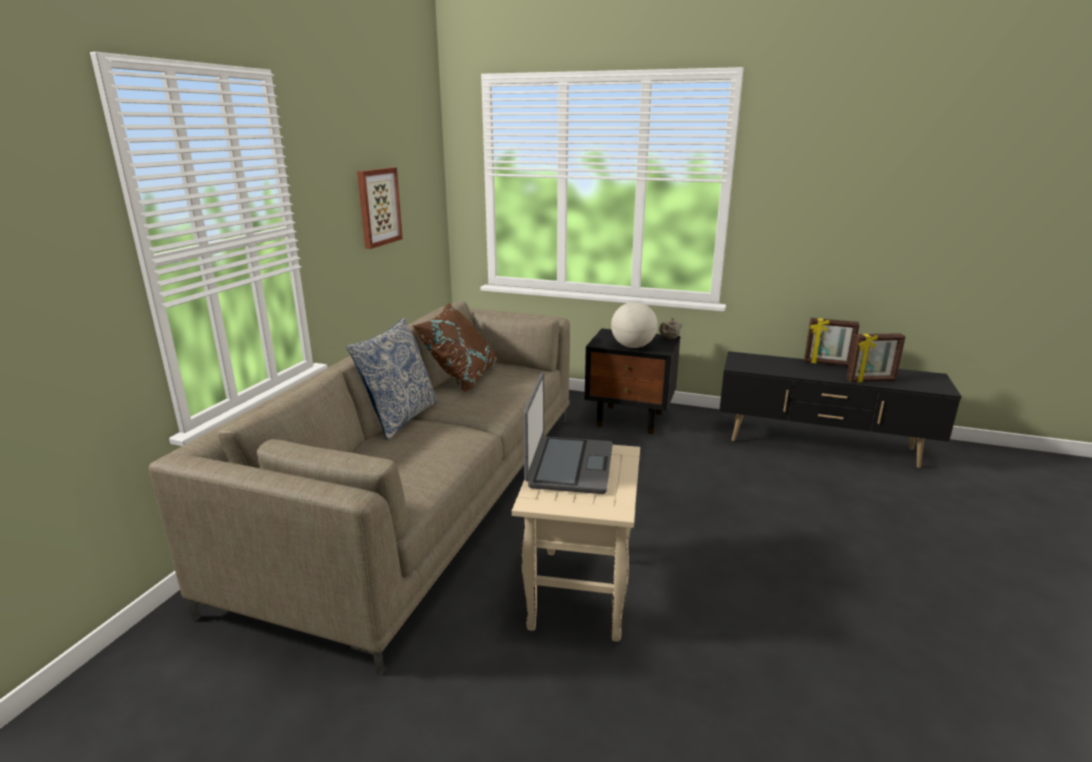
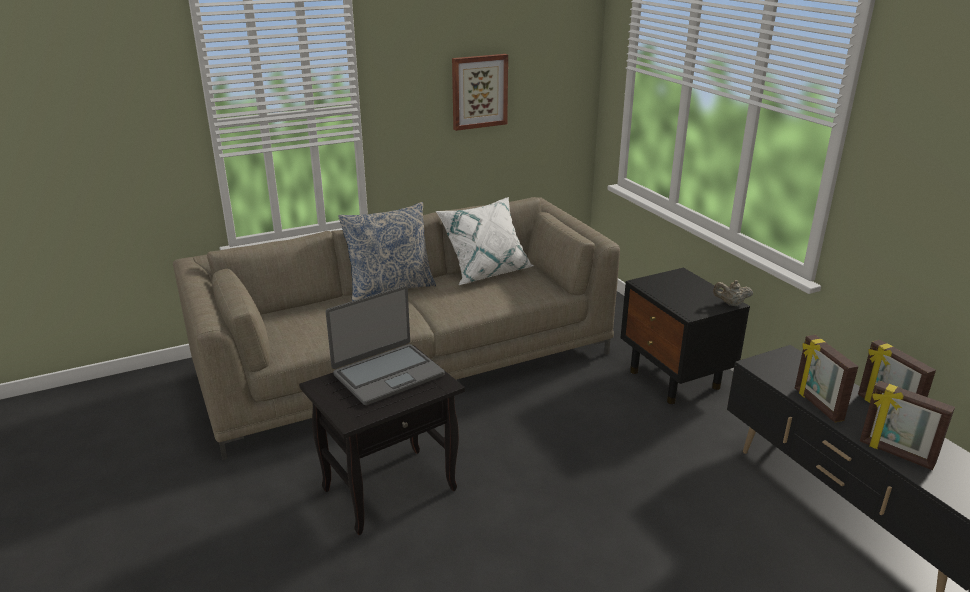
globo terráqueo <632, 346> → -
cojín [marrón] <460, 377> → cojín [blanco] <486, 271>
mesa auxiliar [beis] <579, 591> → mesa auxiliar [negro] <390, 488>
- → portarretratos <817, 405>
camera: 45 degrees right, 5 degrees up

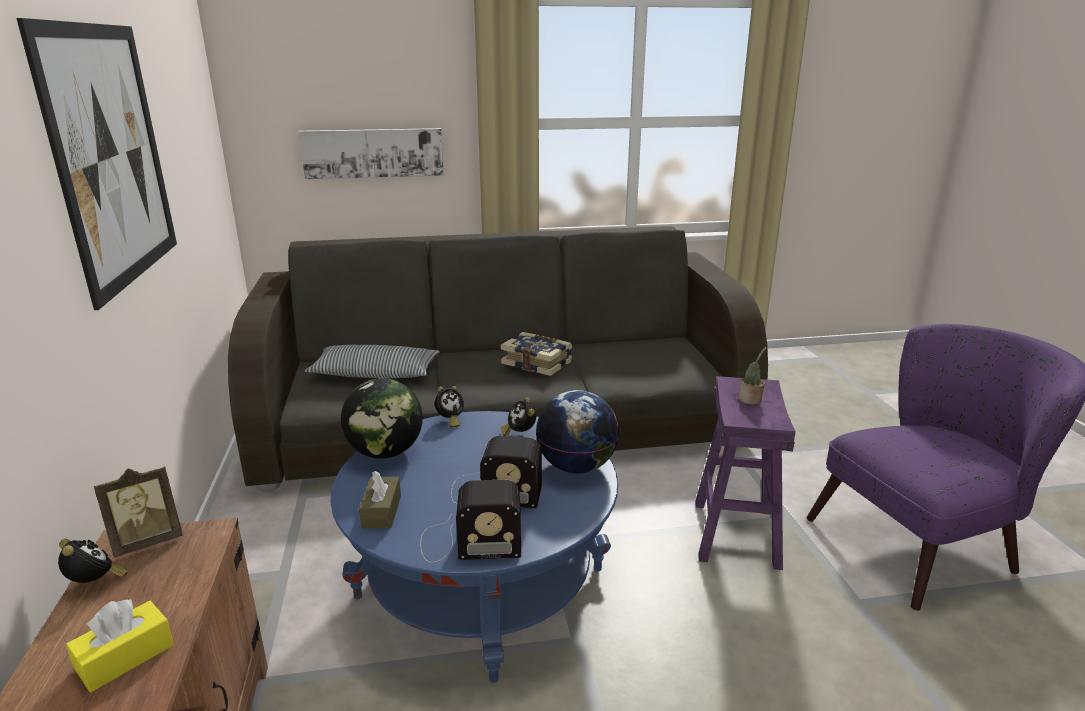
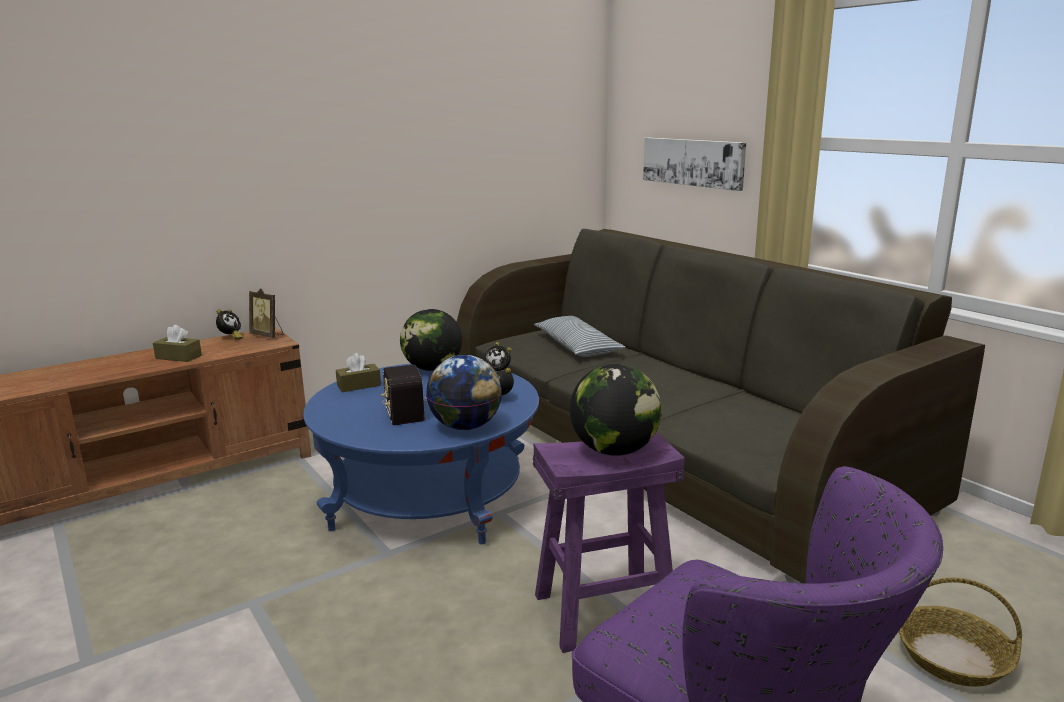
cuadro <112, 156> → -
libro <537, 363> → -
planta en maceta <751, 400> → globo terráqueo <614, 450>
radio <467, 543> → -
caja de pañuelos [amarillo] <125, 657> → caja de pañuelos [marrón] <178, 357>
- → cesta <951, 658>
camera: 65 degrees right, 5 degrees down

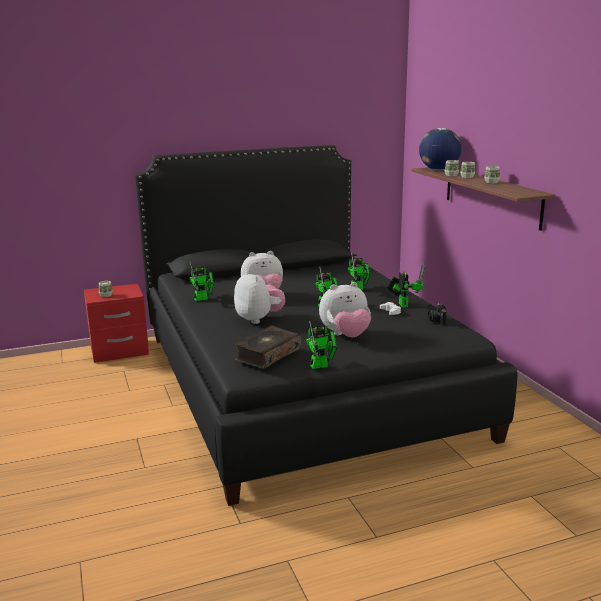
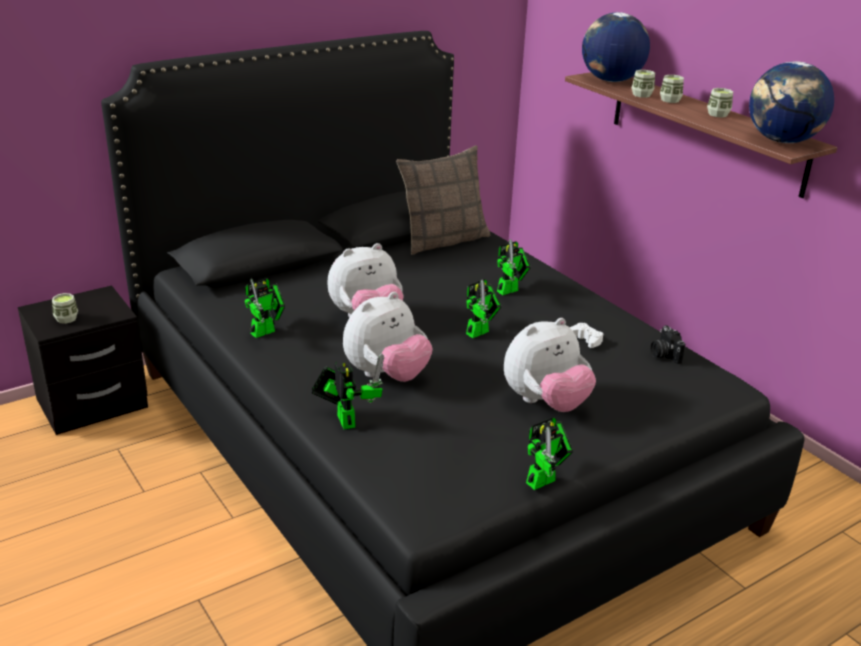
robot de juguete <402, 304> → robot de juguete <345, 418>, shifted
peluche <259, 319> → peluche <386, 375>, 90 degrees clockwise
mesita de noche [rojo] <119, 351> → mesita de noche [negro] <93, 405>
libro <267, 355> → -
- → globo terráqueo <782, 141>
- → cojín <443, 240>
camera: 15 degrees left, 10 degrees up

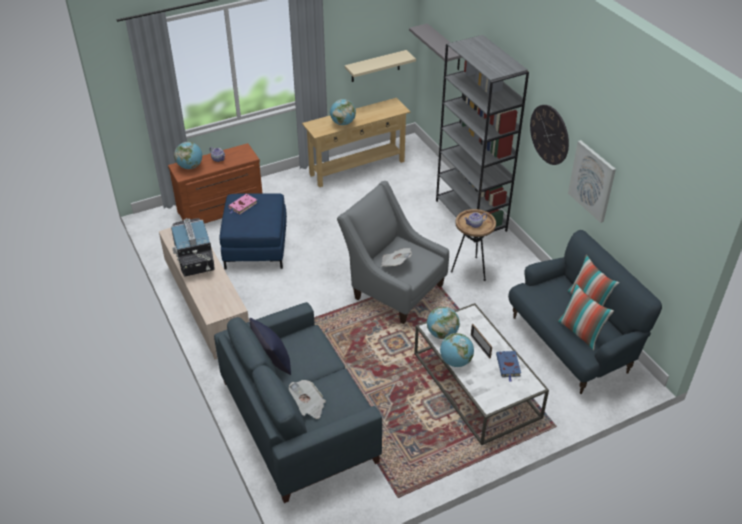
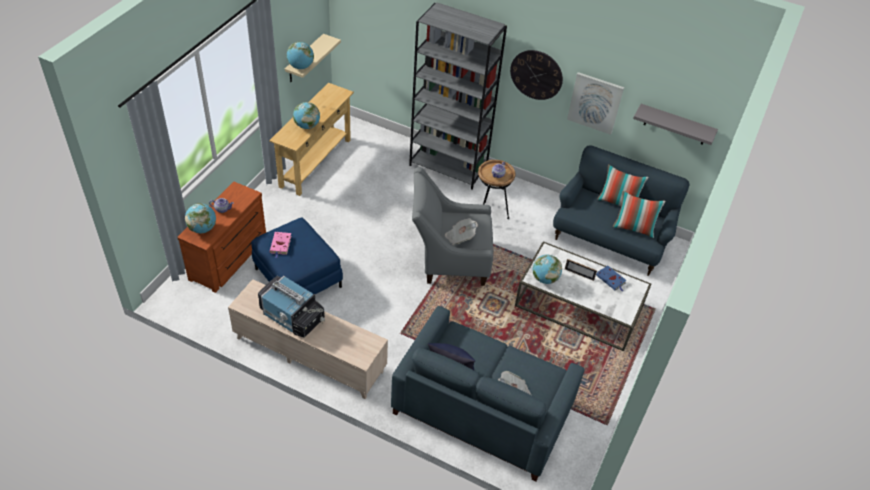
estante [gris] <445, 48> → estante [gris] <675, 125>, shifted
globo terráqueo <455, 361> → globo terráqueo <301, 67>, shifted
camera: 40 degrees left, 5 degrees up

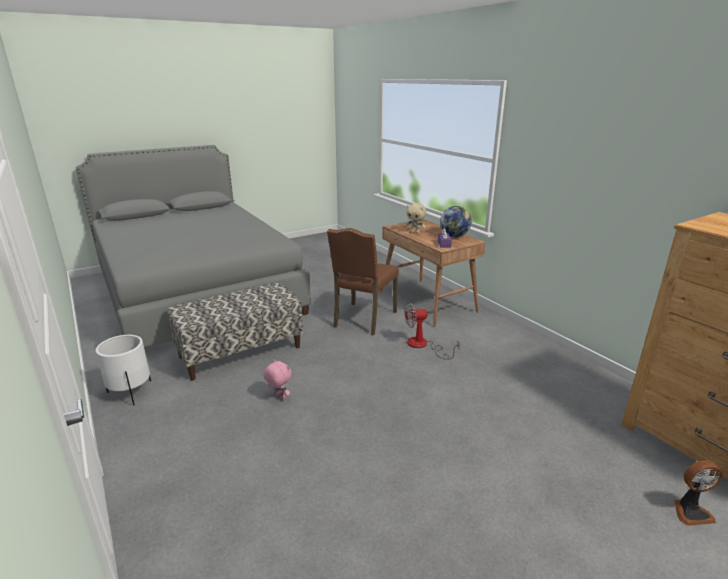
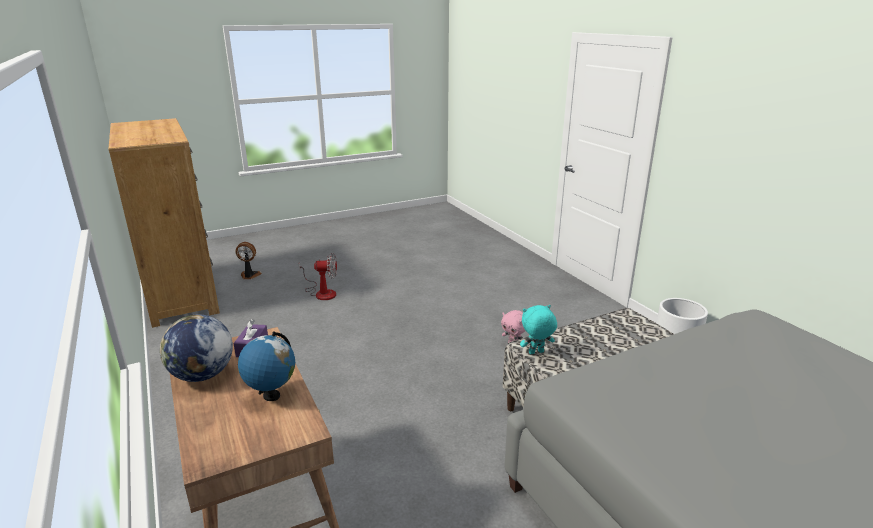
peluche [beis] <415, 232> → globo terráqueo <271, 396>
silla [marrón] <363, 319> → -
ventilador <423, 345> → ventilador <321, 292>, shifted
- → peluche [turquesa] <536, 353>
camera: 175 degrees left, 0 degrees up

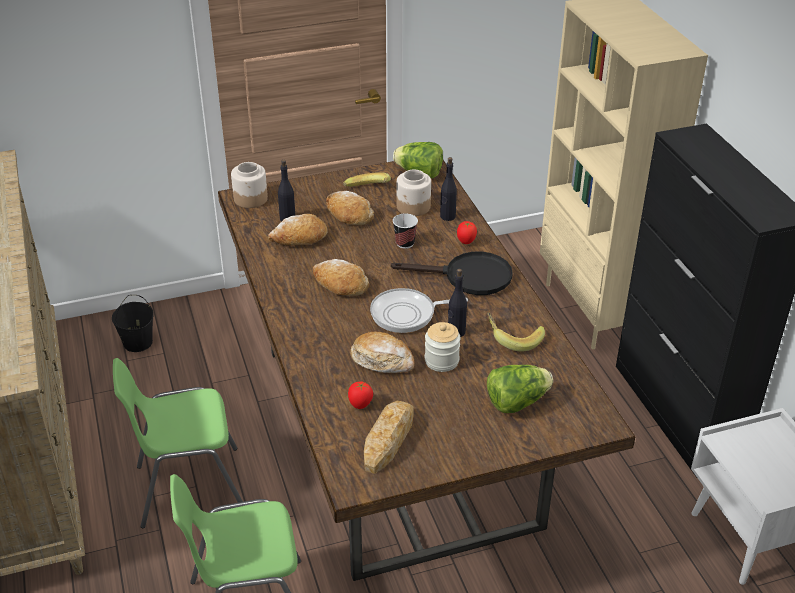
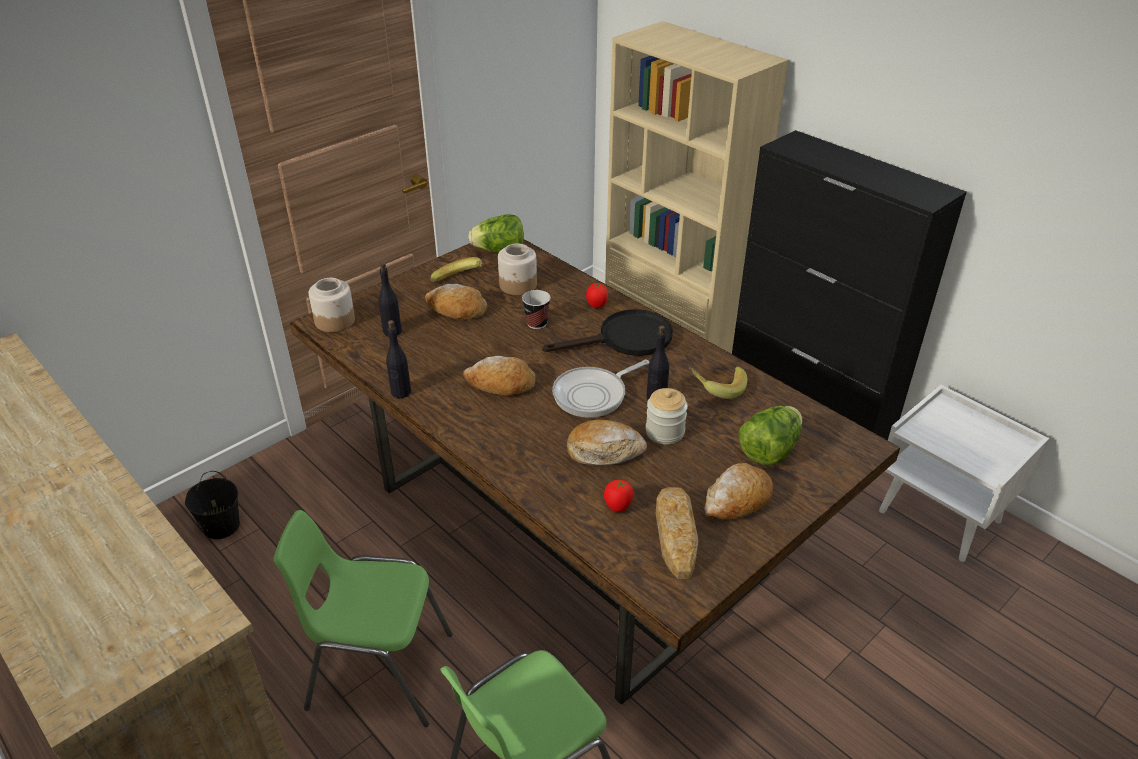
botella [negro] <447, 216> → botella [negro] <401, 392>, shifted
pan <299, 238> → pan <736, 501>, shifted
silla [verde] <189, 487> → silla [verde] <379, 671>, 45 degrees clockwise
camera: 25 degrees left, 0 degrees up

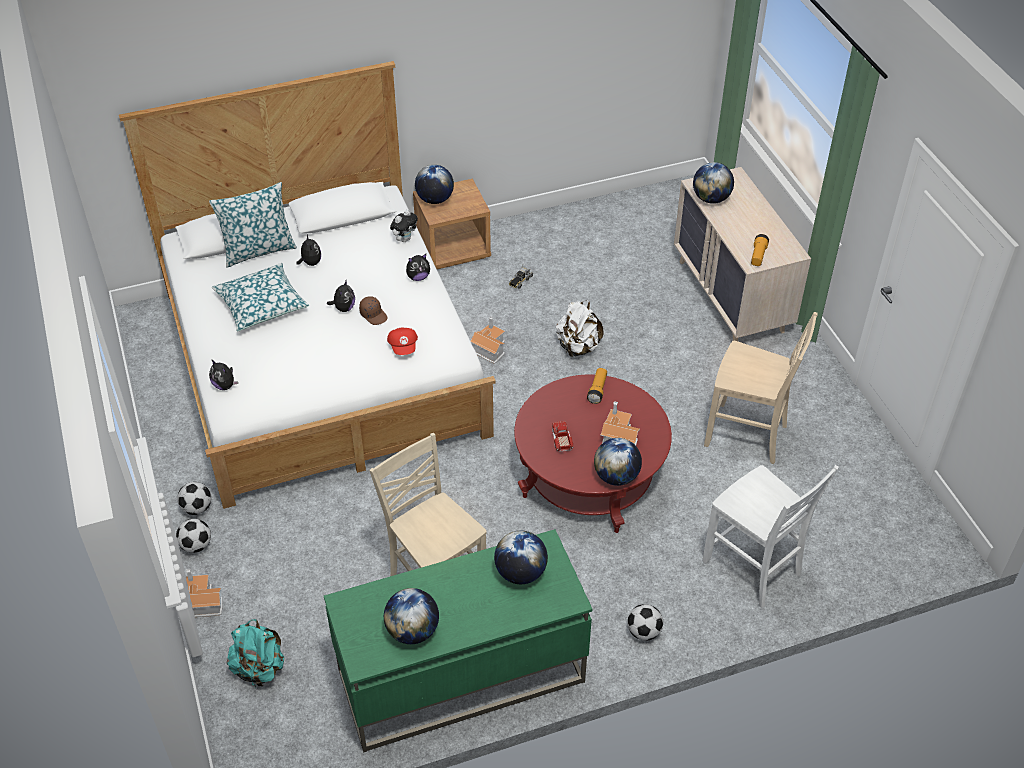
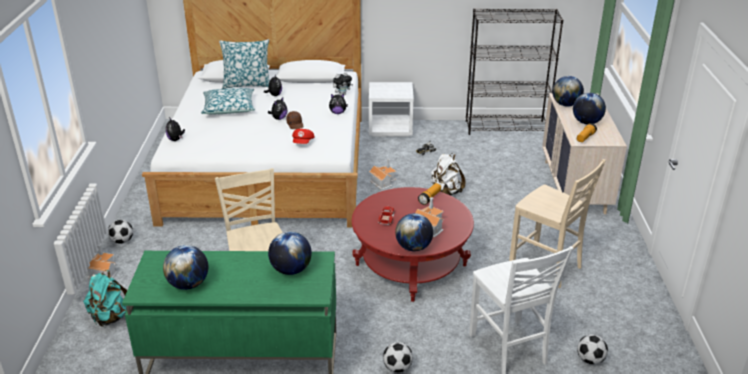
globo terráqueo <435, 199> → globo terráqueo <586, 122>, shifted
mesita de noche [marrón] <453, 249> → mesita de noche [blanco] <390, 129>
balón de fútbol <197, 508> → balón de fútbol <590, 360>, shifted
- → estantería [negro] <506, 127>
camera: 20 degrees right, 15 degrees down

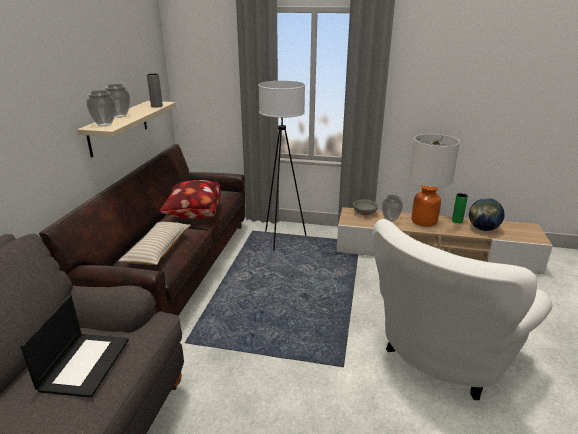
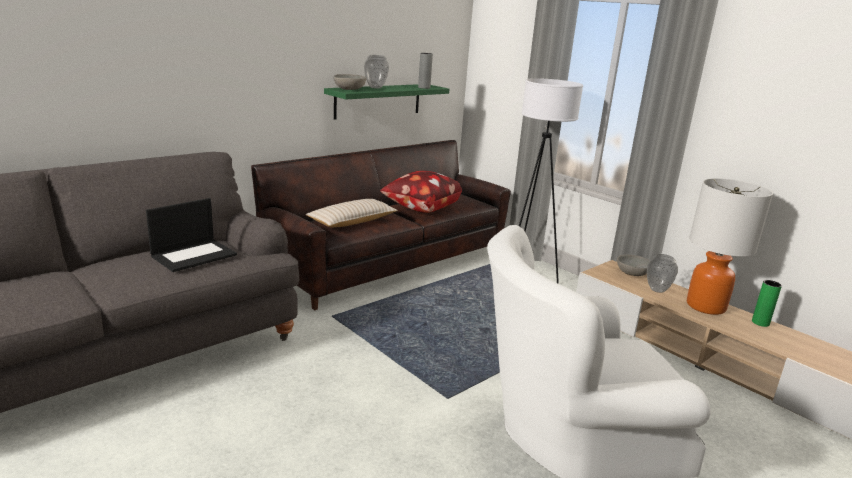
florero <104, 125> → cuenco [gris] <349, 89>
estante [beis] <118, 127> → estante [verde] <378, 101>
globo terráqueo <482, 229> → -
camera: 35 degrees right, 5 degrees down

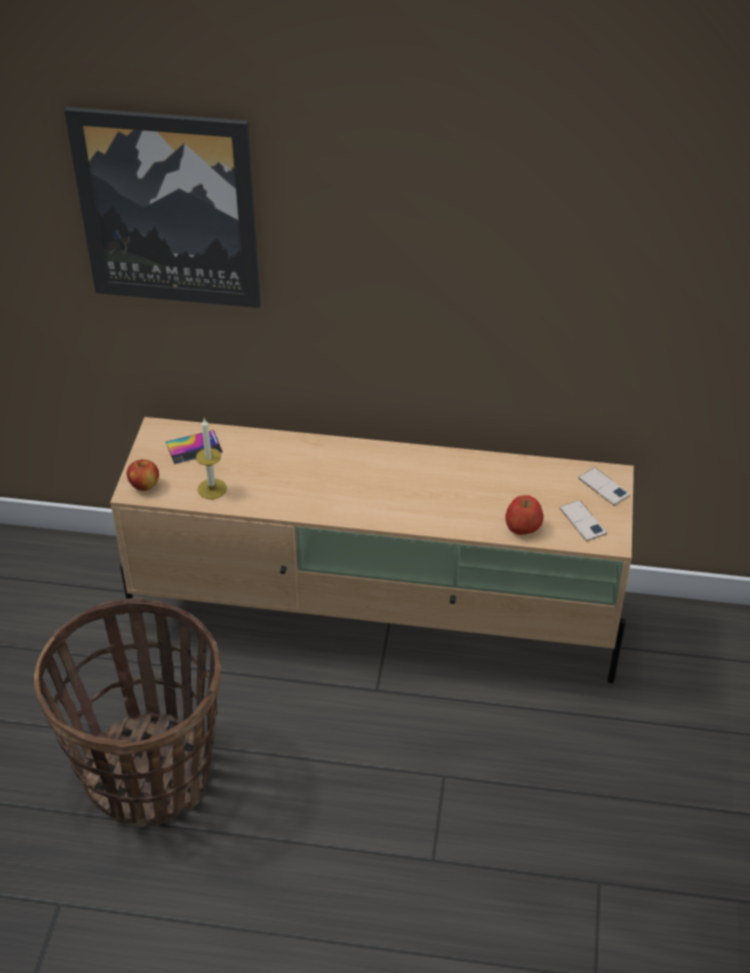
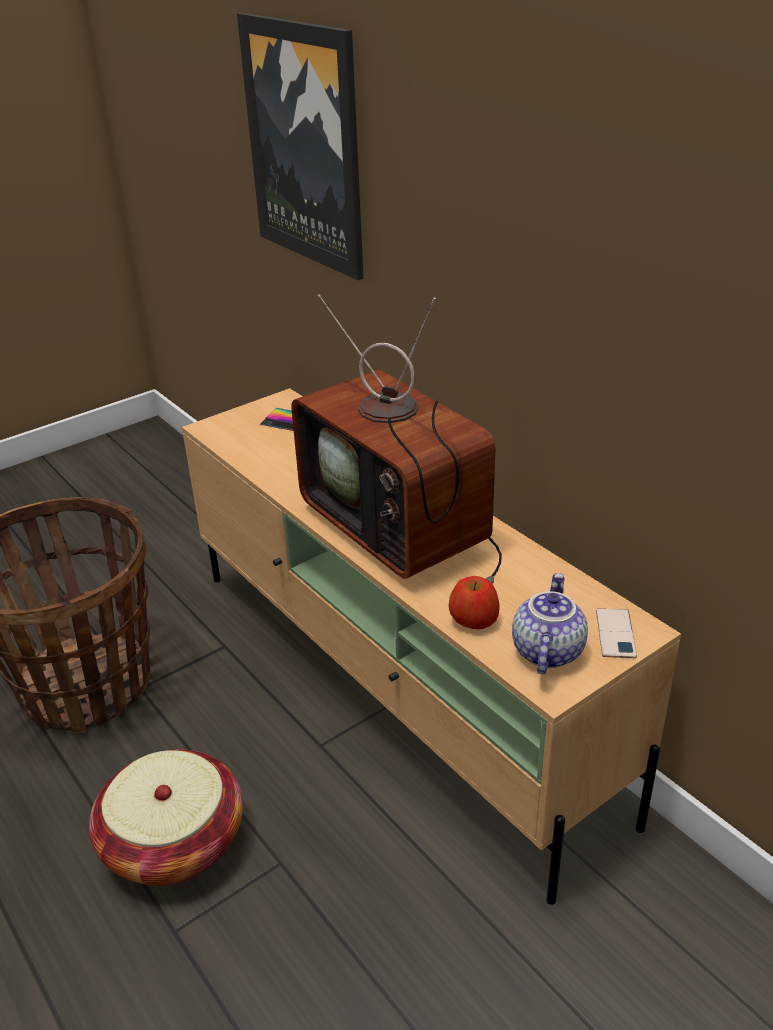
vela <212, 489> → -
manzana <144, 485> → -
móvil <582, 521> → tetera <545, 651>
- → televisor <403, 529>
- → cesta <174, 842>
camera: 45 degrees right, 10 degrees down

